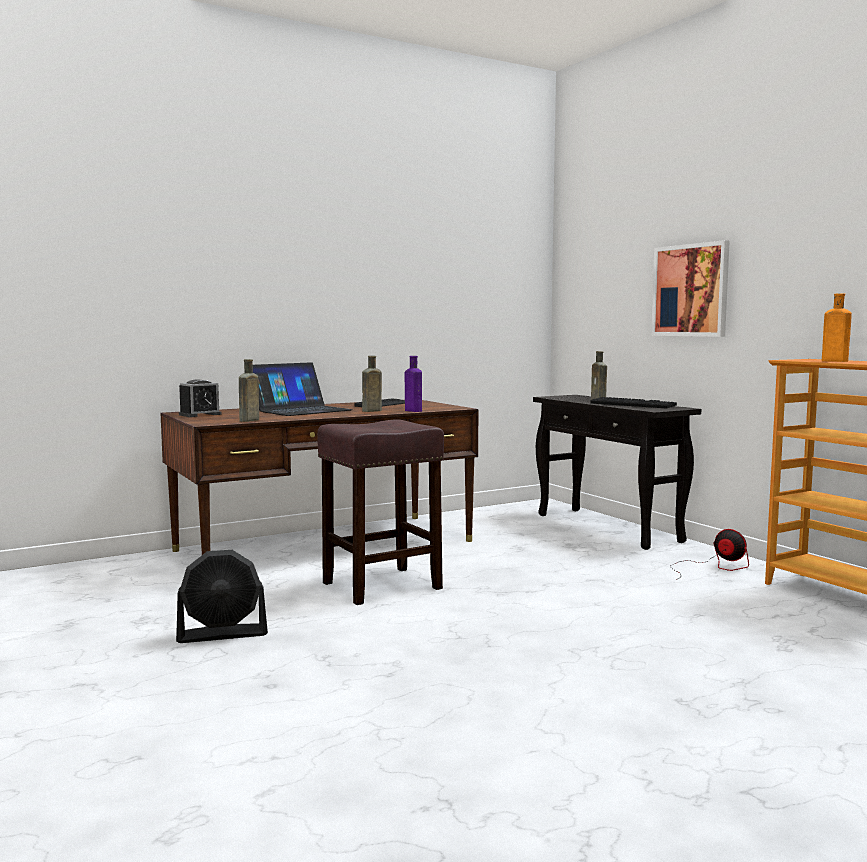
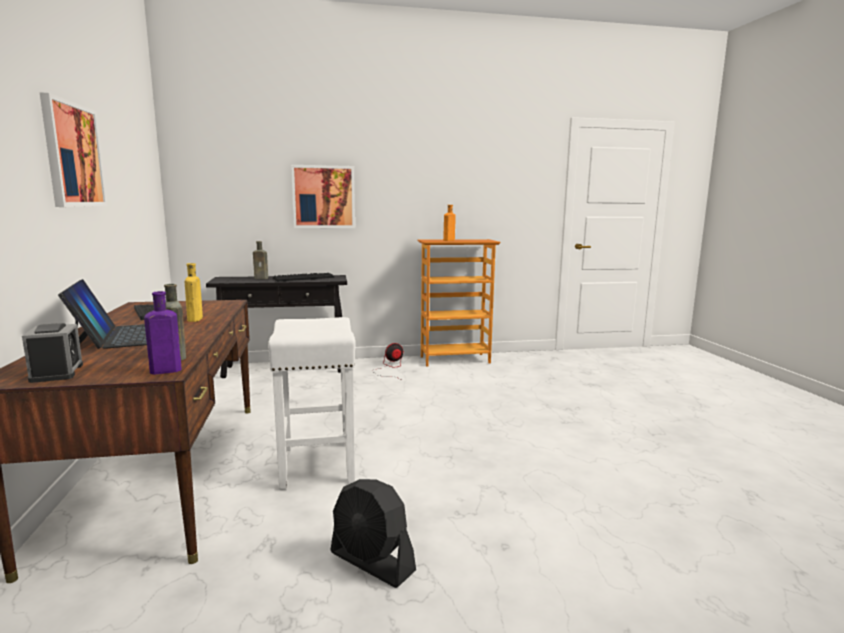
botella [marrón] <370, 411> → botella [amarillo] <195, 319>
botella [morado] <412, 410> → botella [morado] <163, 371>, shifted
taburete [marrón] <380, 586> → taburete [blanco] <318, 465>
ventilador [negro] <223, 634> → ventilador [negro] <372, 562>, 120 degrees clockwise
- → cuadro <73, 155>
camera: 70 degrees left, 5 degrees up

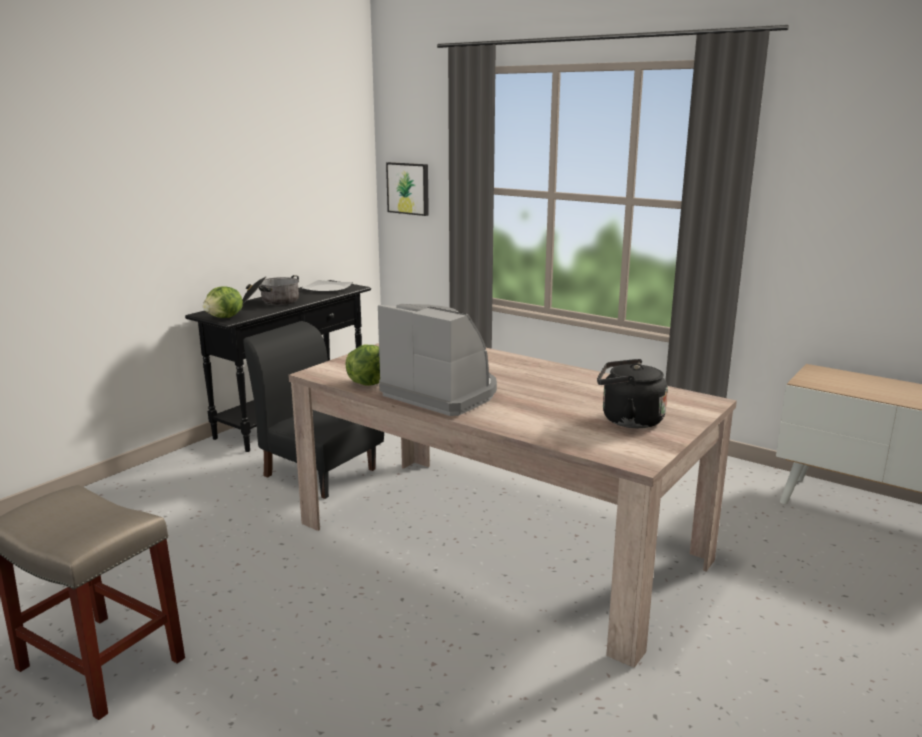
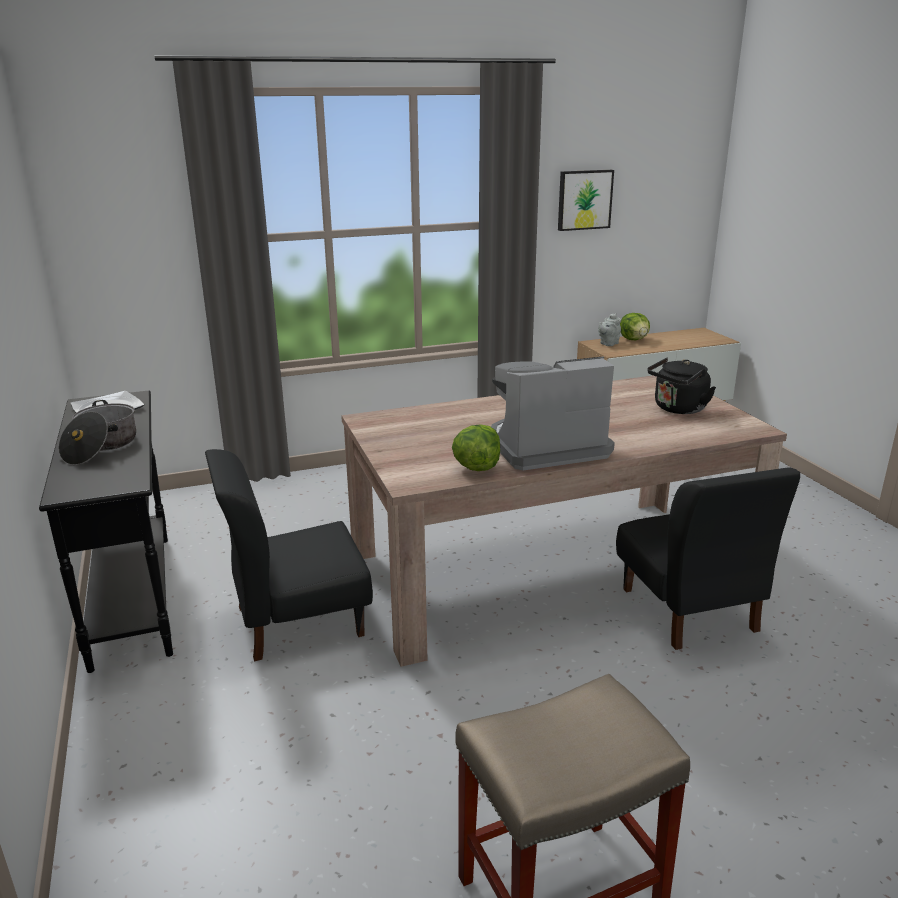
cuadro <408, 188> → cuadro <584, 200>, shifted
lechuga <225, 318> → lechuga <634, 339>, shifted
- → tetera [gris] <608, 344>
- → silla [negro] <688, 610>
camera: 55 degrees left, 5 degrees up

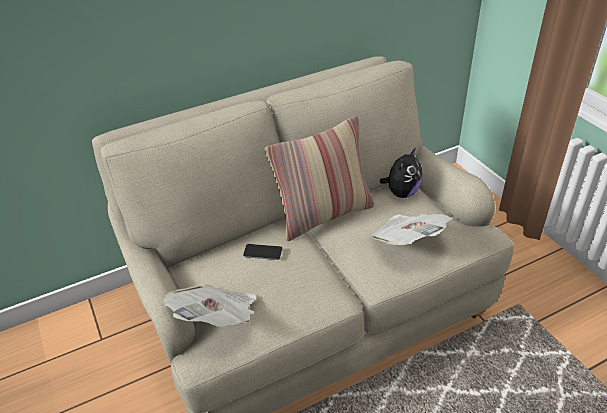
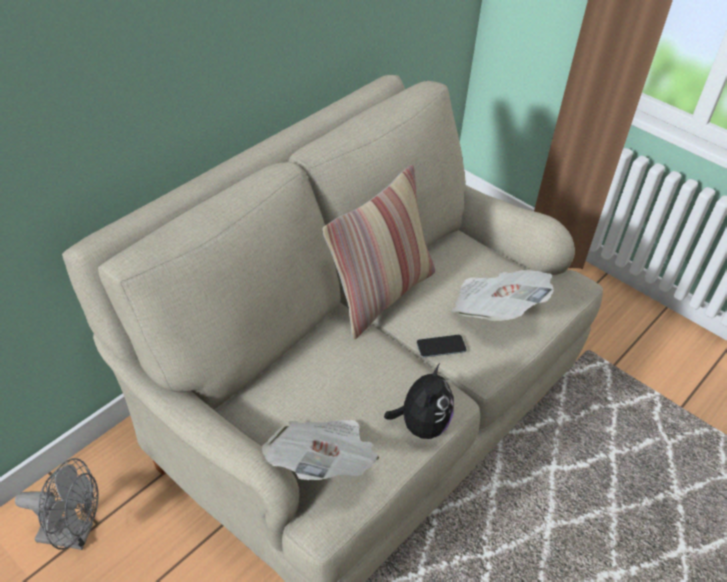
peluche <401, 193> → peluche <421, 425>, shifted
móvil <263, 252> → móvil <441, 346>, shifted
- → ventilador [gris] <74, 534>
camera: 25 degrees left, 5 degrees up

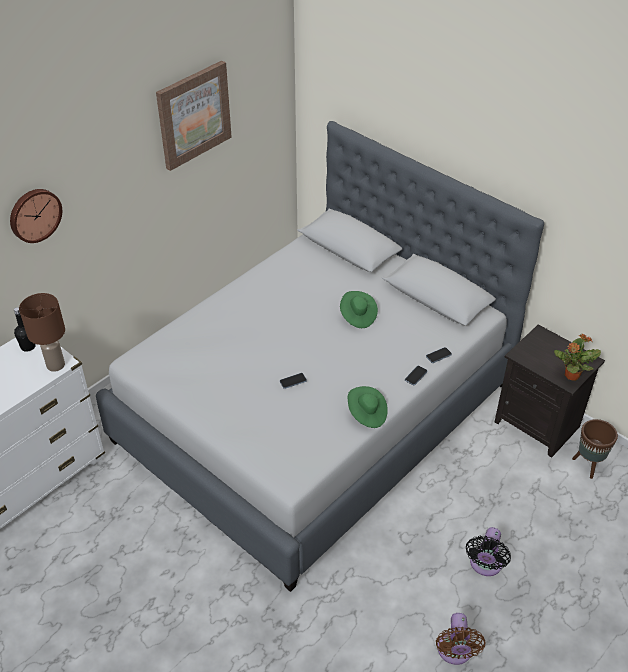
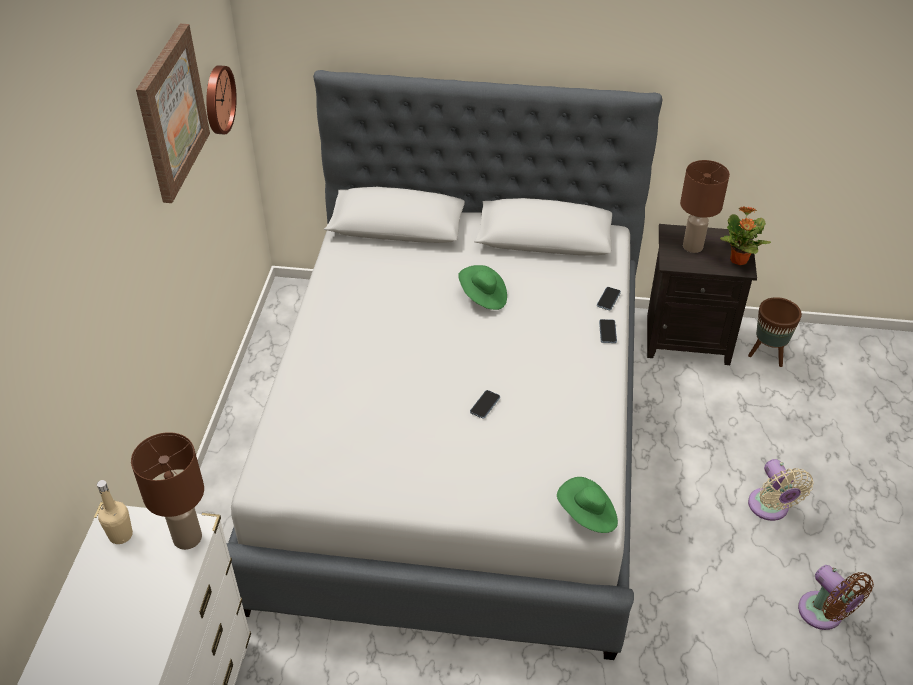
reloj de pared <34, 214> → reloj de pared <217, 99>, shifted
botella [negro] <28, 346> → botella [beis] <121, 535>
sombrero [verde] <367, 414> → sombrero [verde] <587, 516>, shifted
ventilador [negro] <485, 565> → ventilador [beis] <770, 508>
- → lámpara de mesa [marrón] <692, 246>
camera: 35 degrees left, 0 degrees up

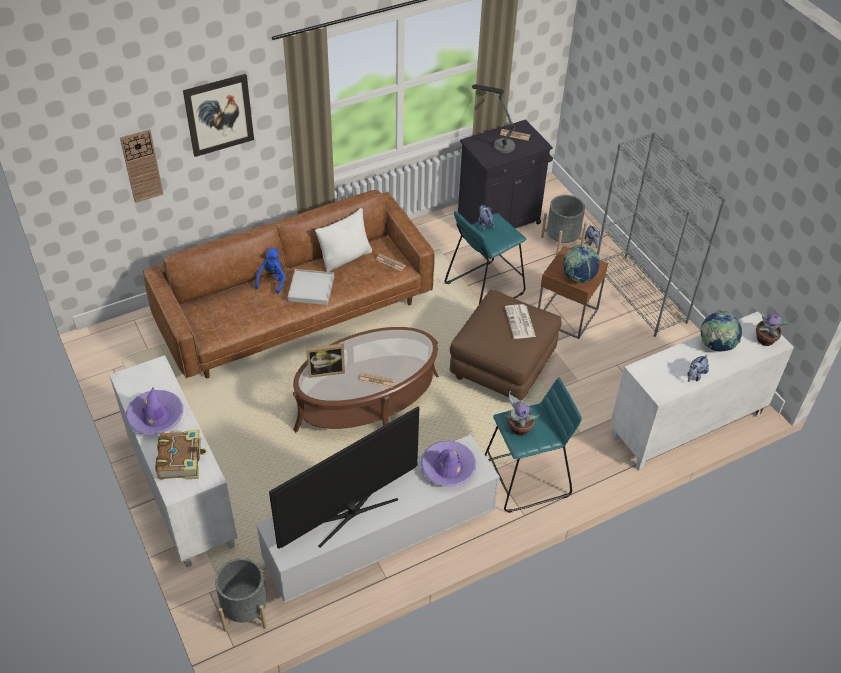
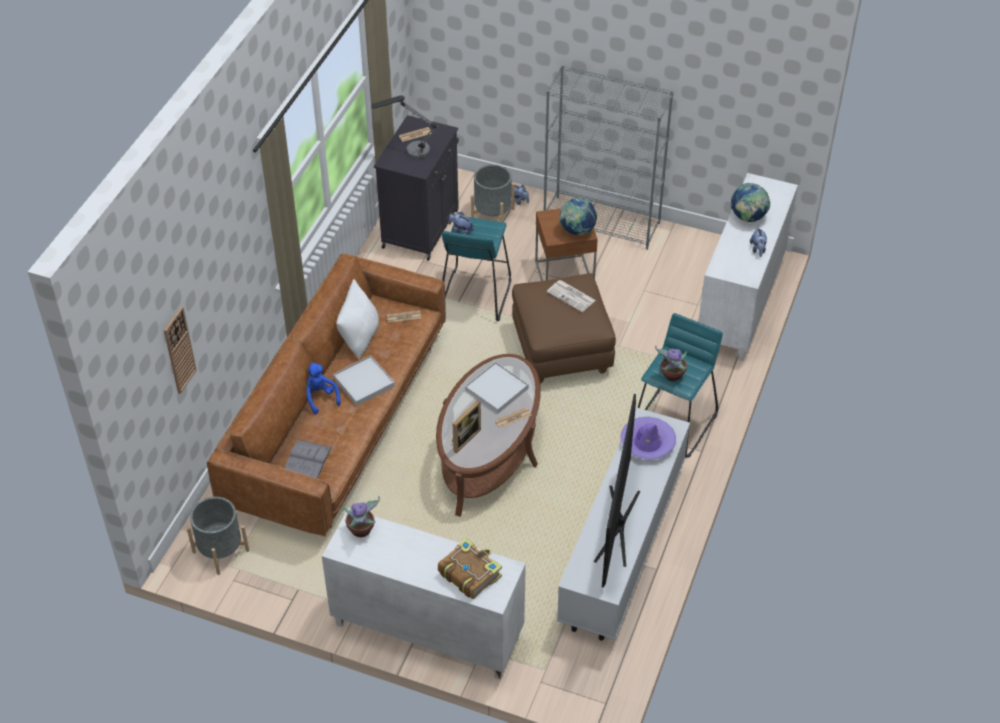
cuadro <219, 115> → -
planta en maceta <765, 340> → planta en maceta <362, 530>, shifted
sombrero [morado] <156, 417> → -
maceta [gris] <245, 610> → maceta [gris] <221, 551>, shifted
- → bandeja [blanco] <496, 389>
- → libro [gris] <307, 461>
camera: 40 degrees left, 0 degrees up

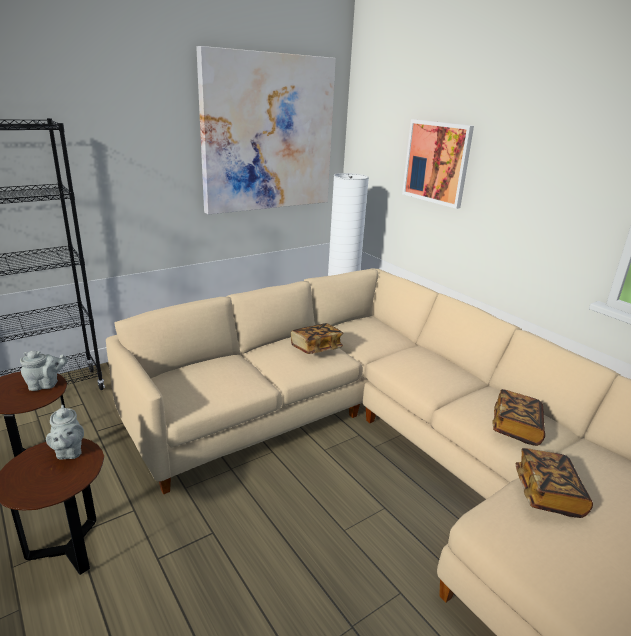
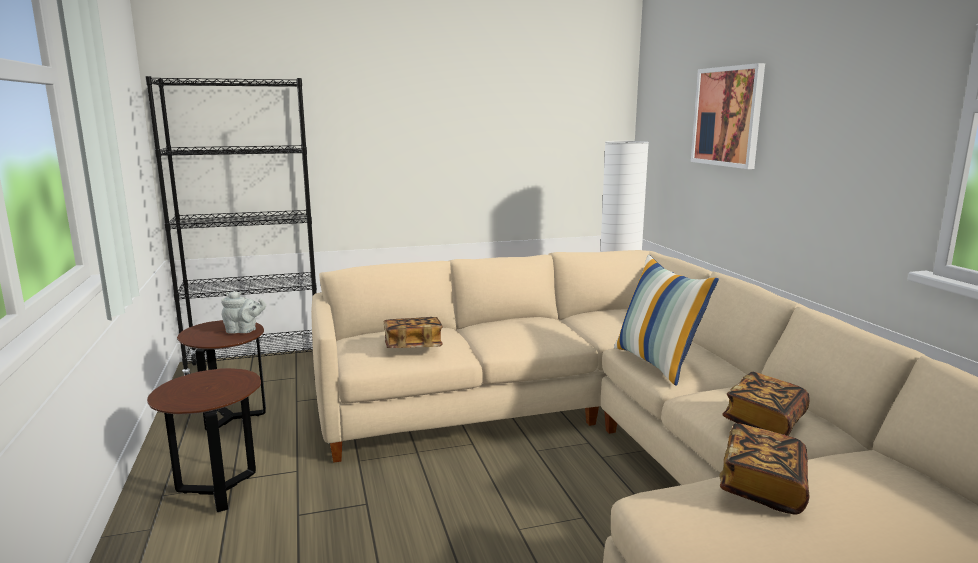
cuadro <268, 134> → -
libro <316, 348> → libro <413, 346>, shifted
tetera [gris] <69, 452> → -
- → cojín <657, 363>
camera: 20 degrees right, 10 degrees down

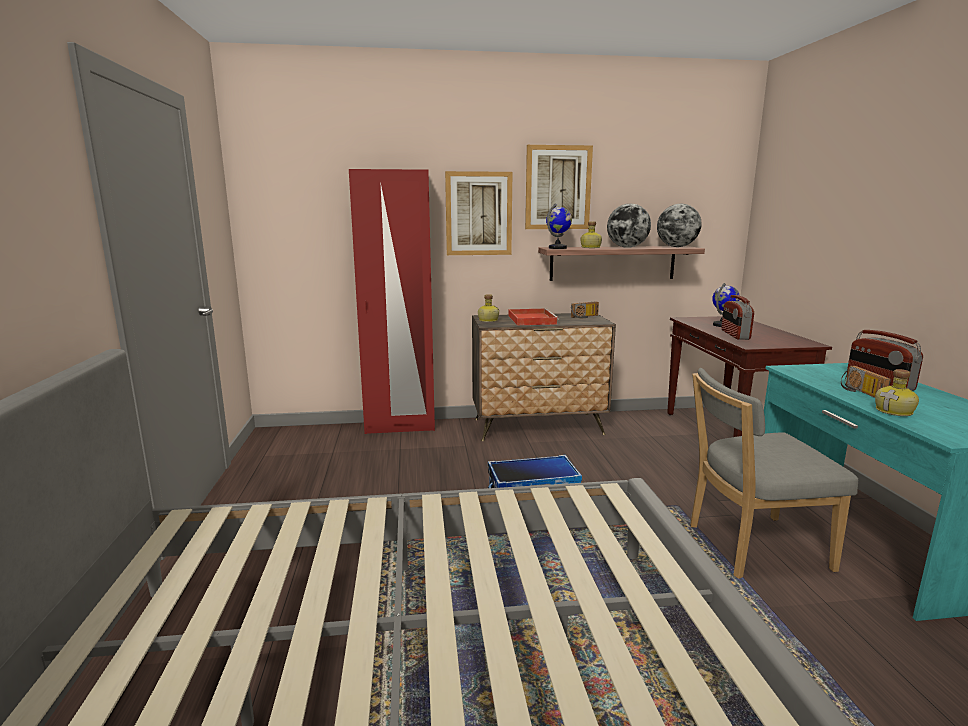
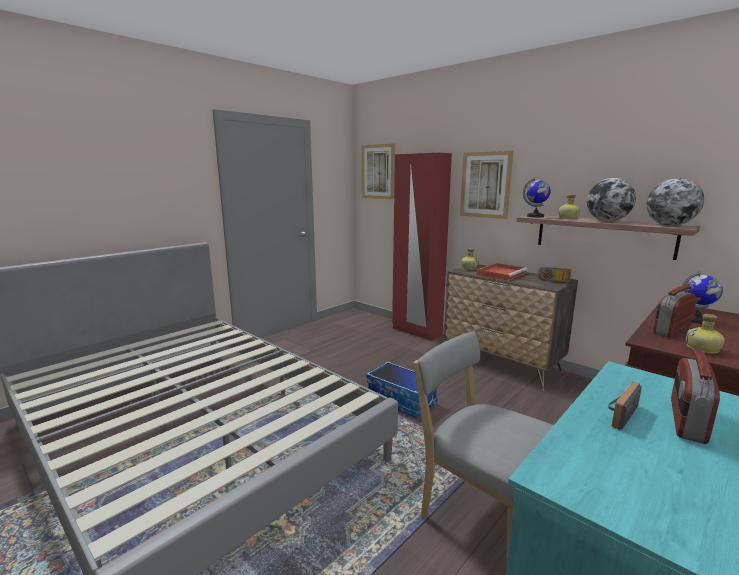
cuadro <558, 187> → cuadro <378, 171>, shifted
botella <895, 411> → botella <703, 349>, shifted
camera: 50 degrees right, 0 degrees up

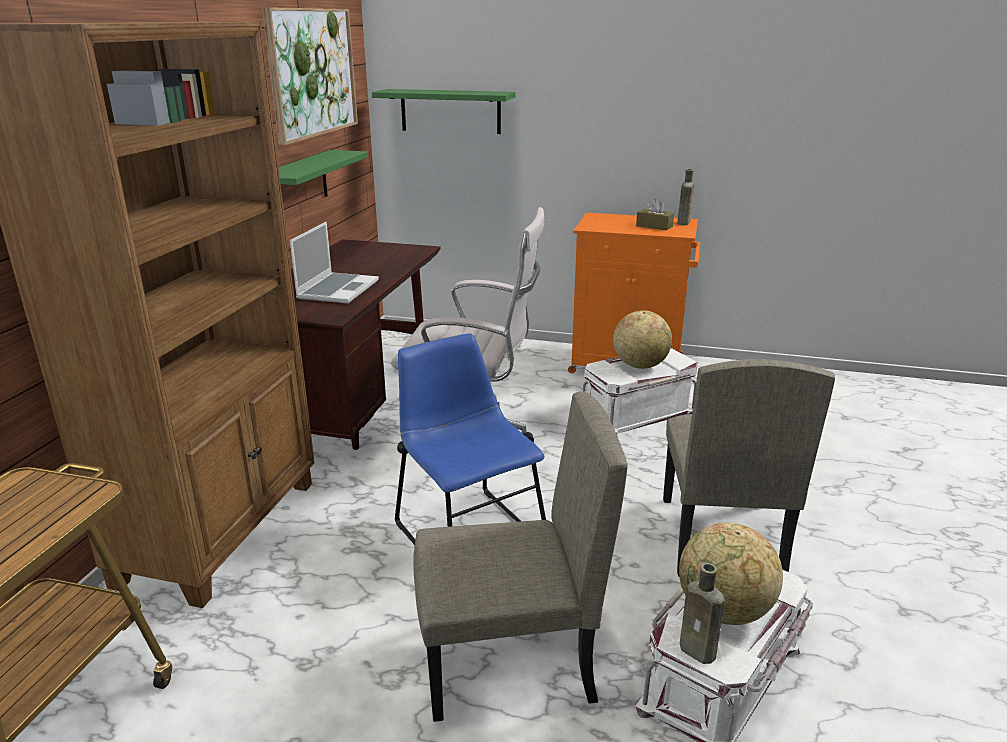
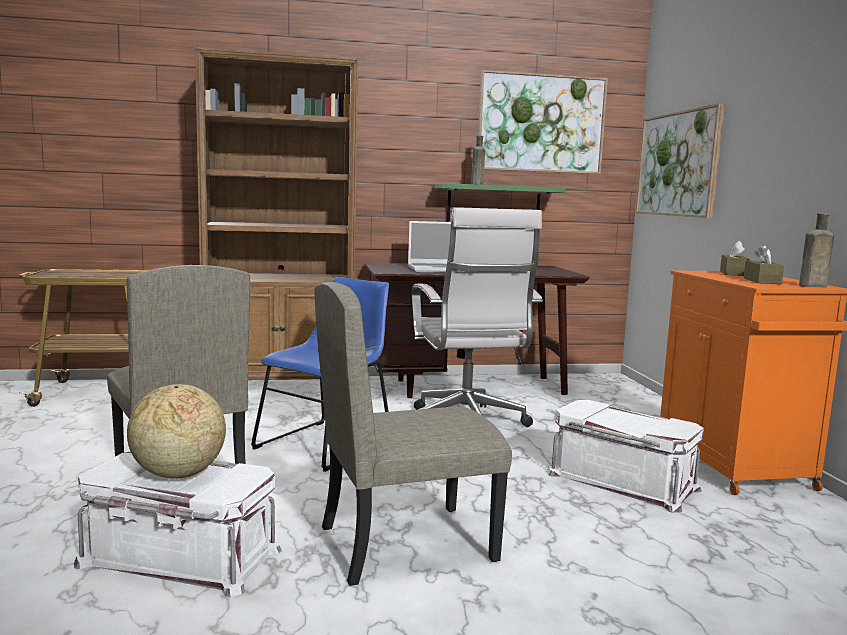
estante [verde] <450, 111> → cuadro <678, 164>
globo terráqueo <640, 365> → -
botella [marrón] <700, 652> → botella [marrón] <477, 184>, shifted
- → caja de pañuelos [marrón] <733, 273>
camera: 65 degrees right, 15 degrees down

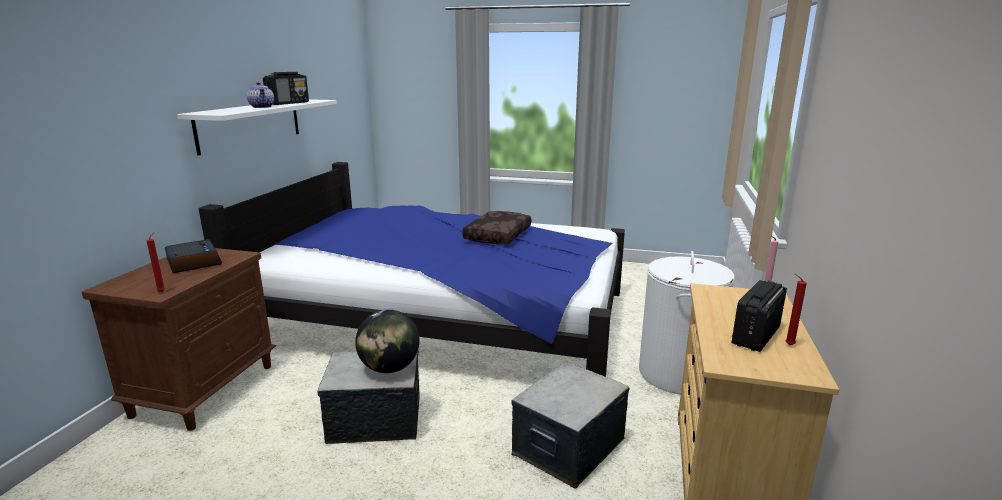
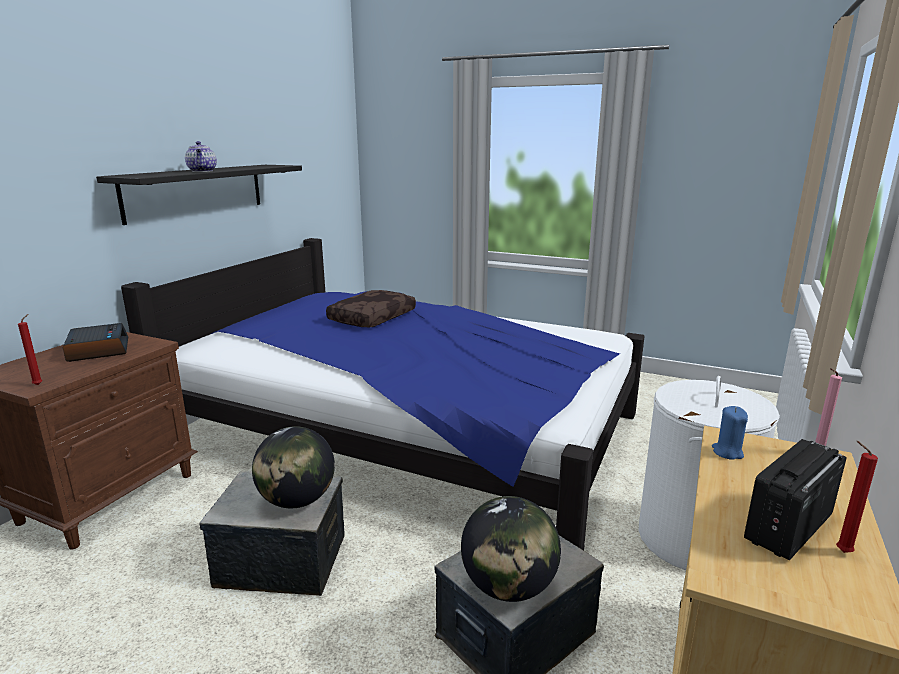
radio <288, 103> → -
estante [blanco] <251, 124> → estante [negro] <196, 191>
cojín [marrón] <497, 235> → cojín [marrón] <372, 317>, shifted
- → vela [azul] <727, 452>
- → globo terráqueo <508, 587>
camera: 10 degrees right, 0 degrees up

